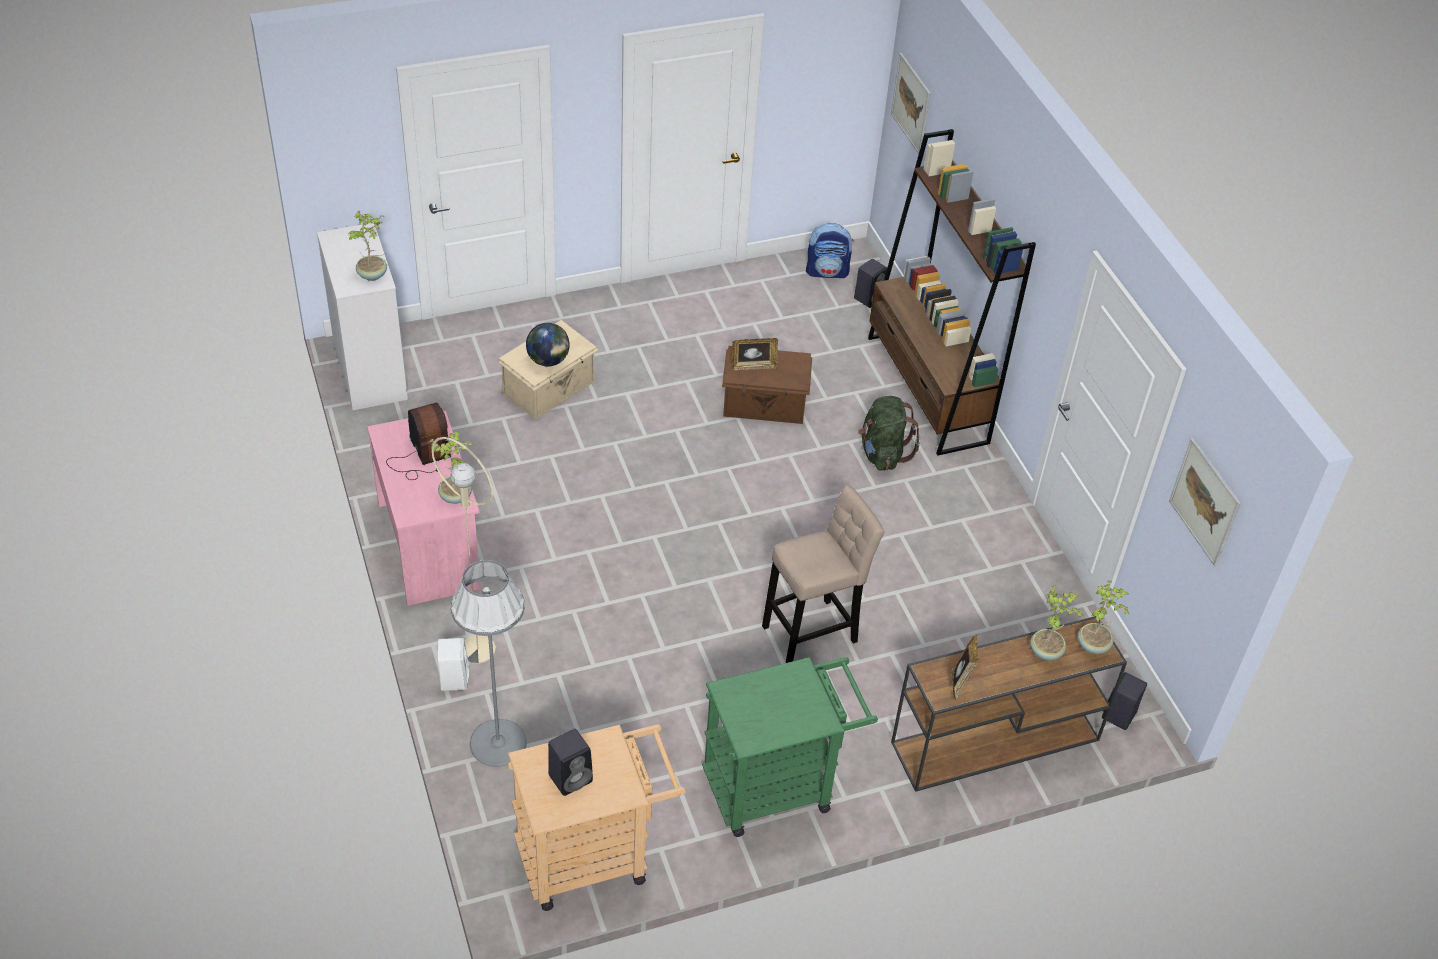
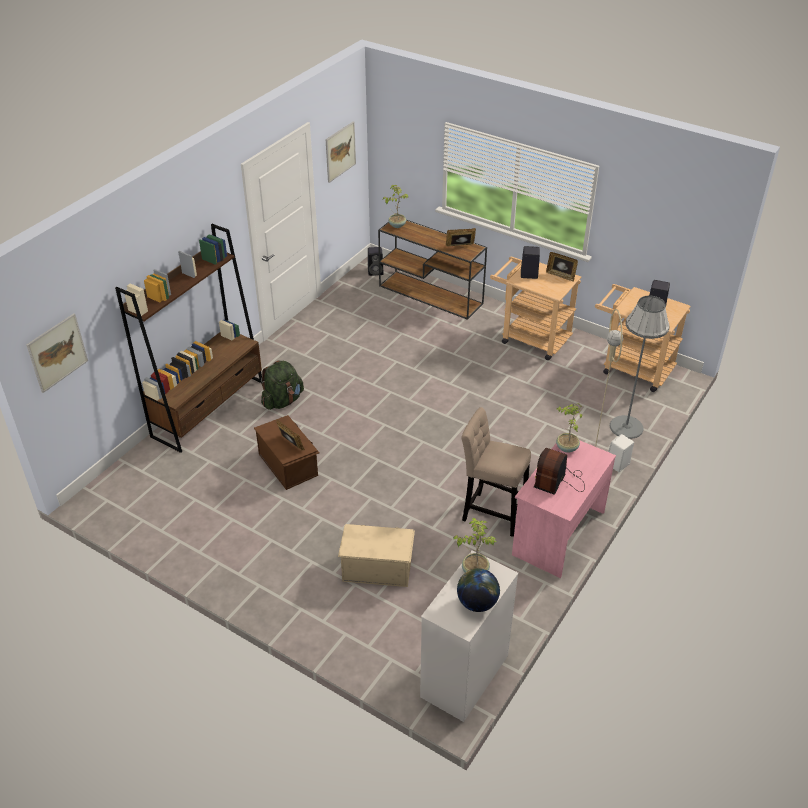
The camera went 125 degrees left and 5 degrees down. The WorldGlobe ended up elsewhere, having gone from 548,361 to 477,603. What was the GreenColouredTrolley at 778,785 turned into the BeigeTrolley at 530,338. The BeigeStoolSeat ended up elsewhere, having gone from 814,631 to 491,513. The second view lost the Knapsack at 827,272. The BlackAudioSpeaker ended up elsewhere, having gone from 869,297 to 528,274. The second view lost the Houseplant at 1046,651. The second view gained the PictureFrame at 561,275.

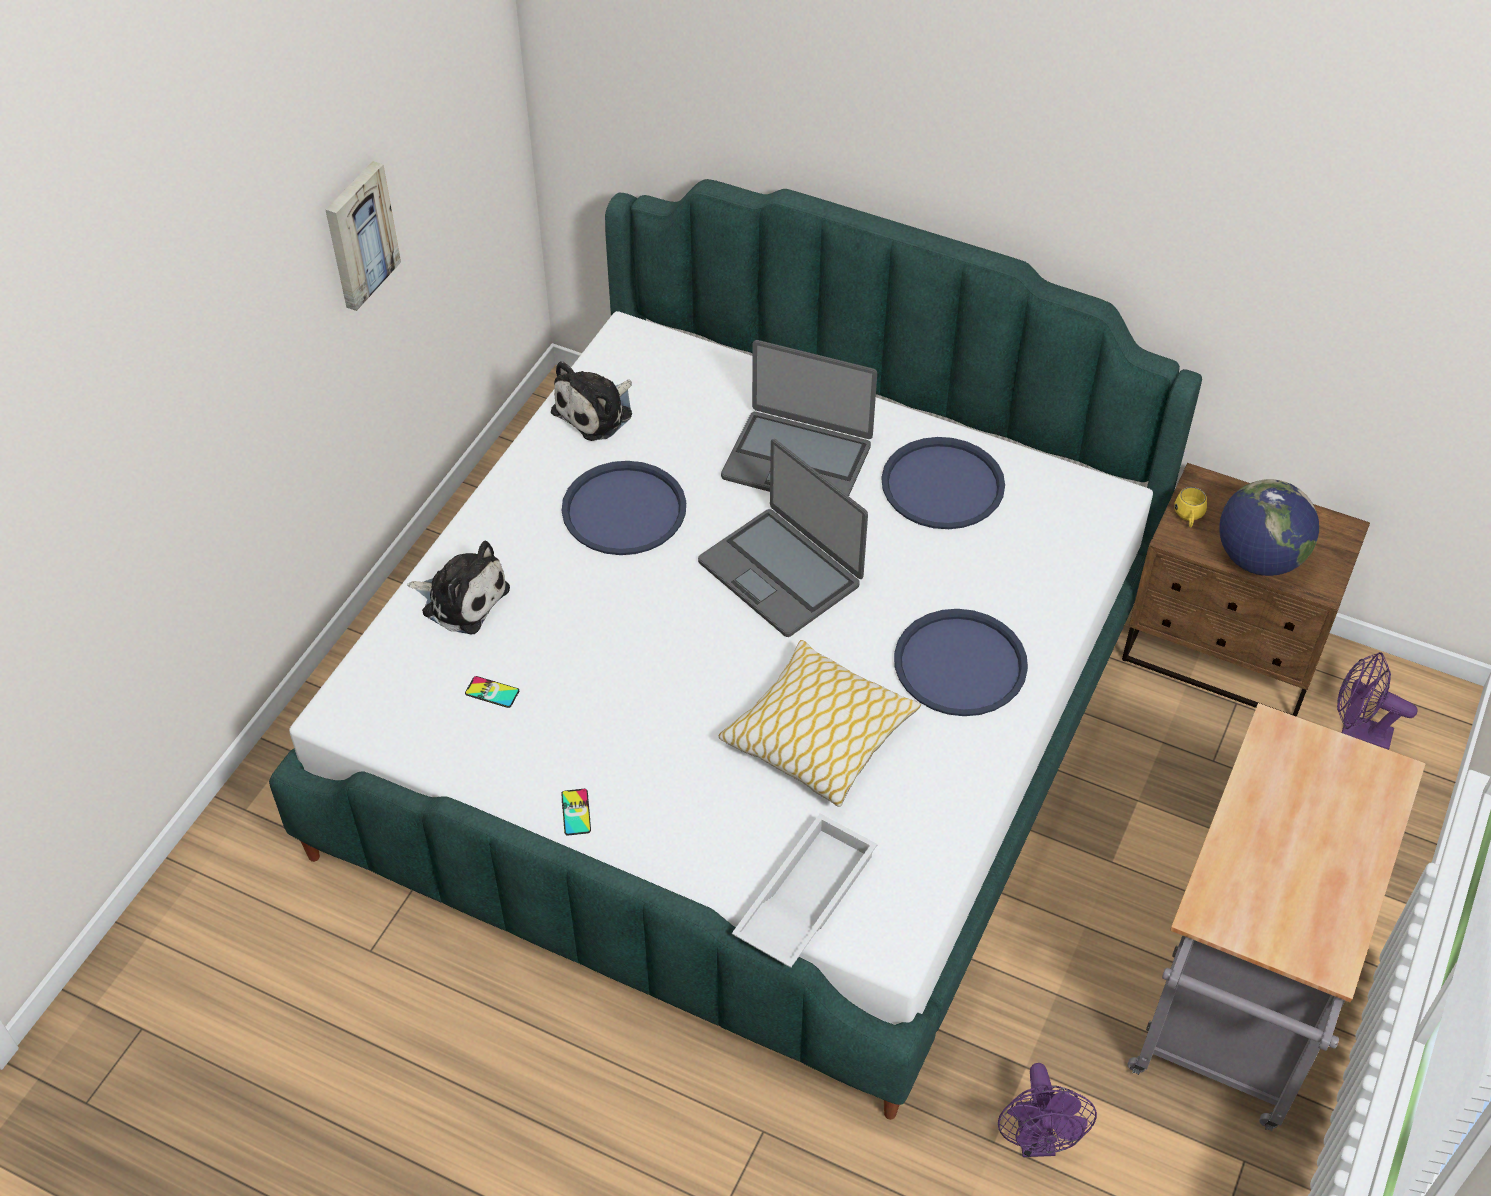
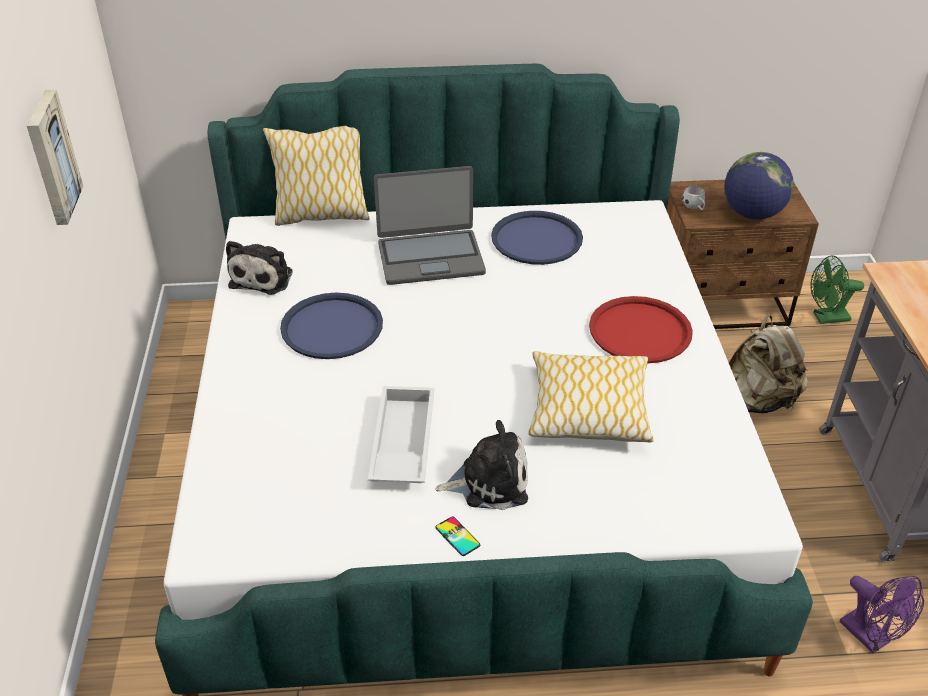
The camera went 30 degrees left and 10 degrees down. The CuddlyToy ended up elsewhere, having gone from 461,599 to 489,481. The second view lost the Phone at 492,692. The second view lost the PortableComputer at 781,572. The WhiteColouredServingTray ended up elsewhere, having gone from 804,897 to 401,443. What was the BluishServingTray at 960,664 turned into the RedColouredServingTray at 640,331. What was the YellowMug at 1188,518 turned into the WhiteColouredMug at 694,208. What was the PurpleColouredElectricFan at 1357,733 turned into the GreenColouredElectricFan at 826,318. The second view gained the Cushion at 321,215. The second view gained the BeigeKnapsack at 756,401.

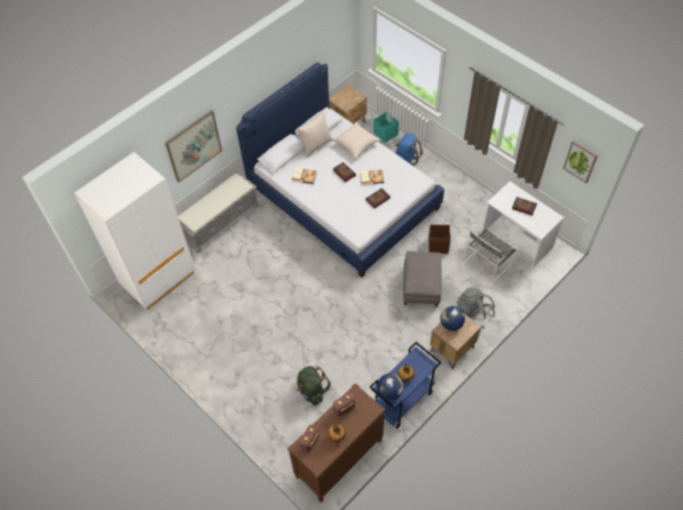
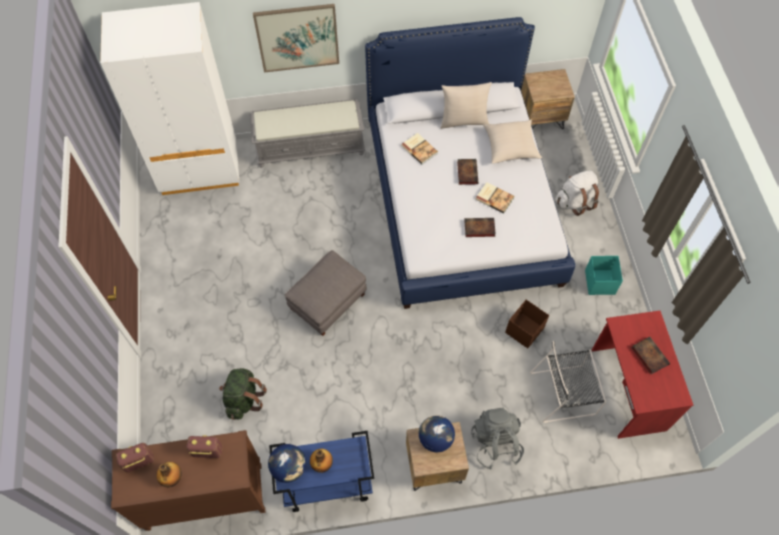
The camera went 35 degrees right and 5 degrees up. The TurquoiseColouredStorageContainer ended up elsewhere, having gone from 385,134 to 599,283. What was the BluishKnapsack at 406,158 turned into the WhiteColouredKnapsack at 575,201. The GrayPouffe ended up elsewhere, having gone from 421,286 to 327,302. What was the WhiteColouredDesk at 516,240 turned into the RedColouredDesk at 627,389. The second view lost the WallArt at 580,161.

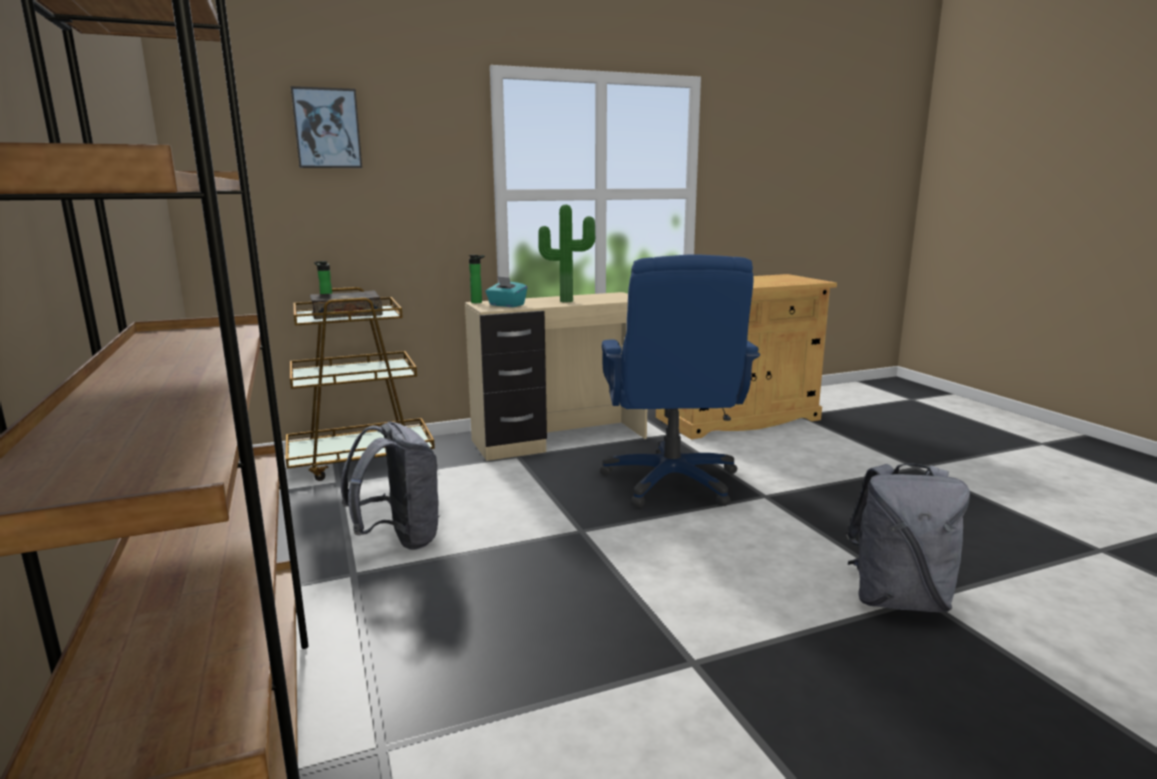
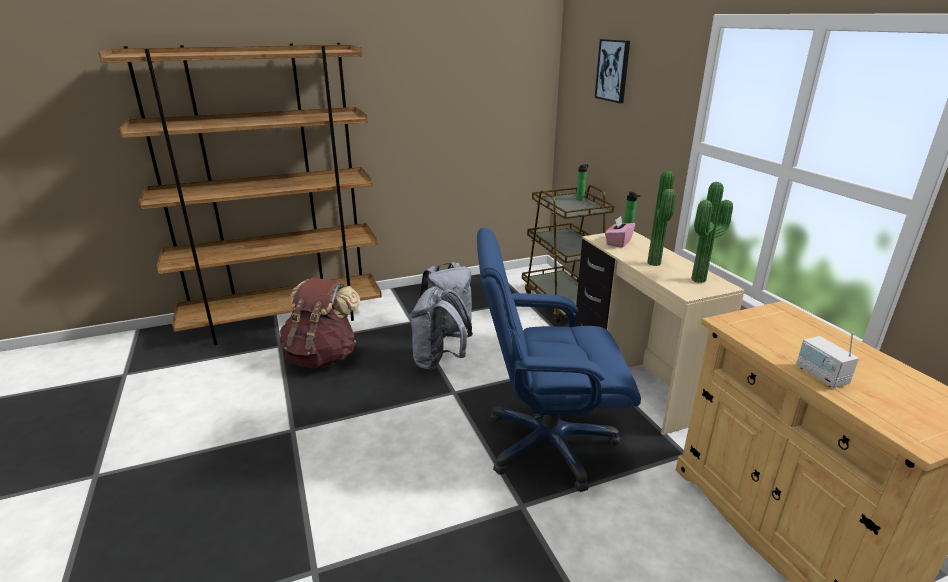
The camera went 90 degrees right and 10 degrees up. The second view lost the BoundBook at 346,314. What was the TurquoiseColouredTissueHolder at 506,305 turned into the PinkTissueHolder at 618,242. The GrayKnapsack ended up elsewhere, having gone from 898,599 to 439,361. The second view gained the BrownColouredKnapsack at 322,357. The second view gained the Houseplant at 701,280. The second view gained the RadioSet at 821,376.

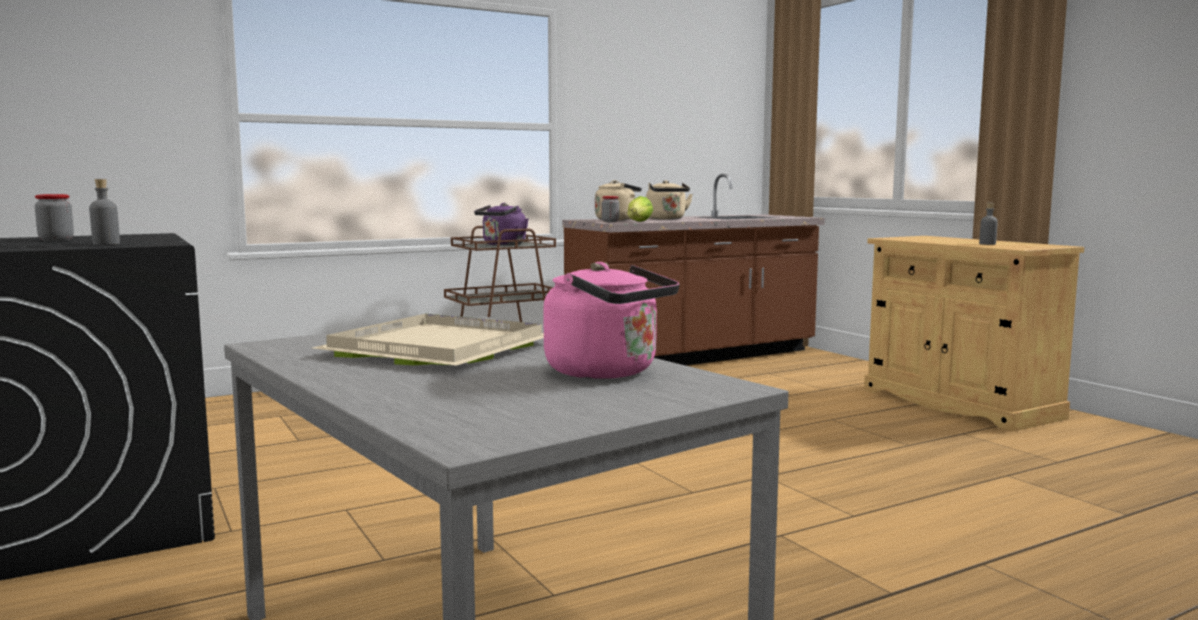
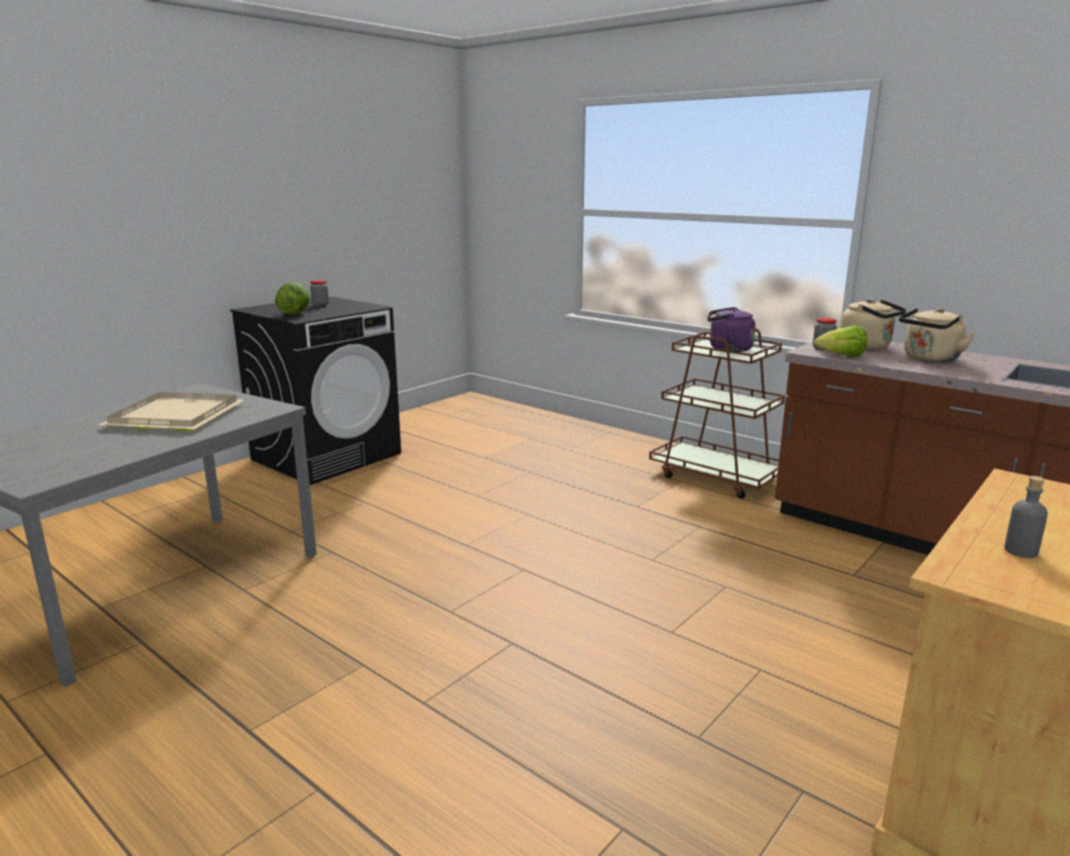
The camera went 70 degrees right and 10 degrees up. Where the GrayDrinkBottle stood at 106,244, the LettuceHead came to stand at 294,314. The second view lost the PinkTeaKettle at 608,372.

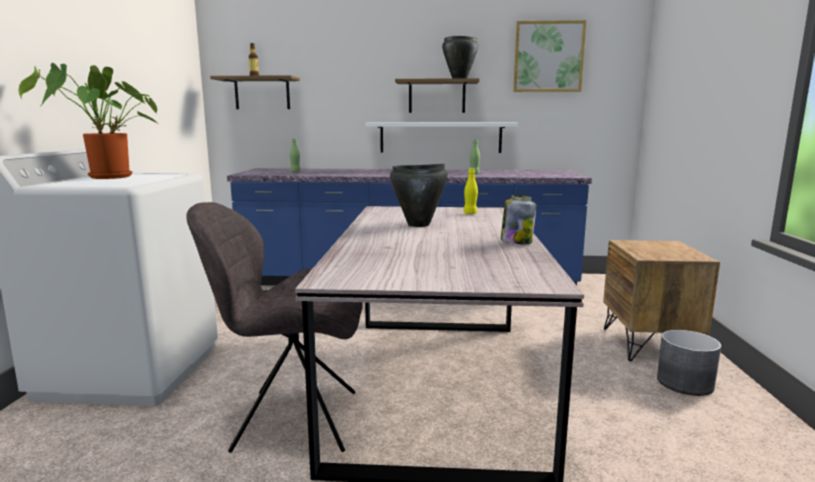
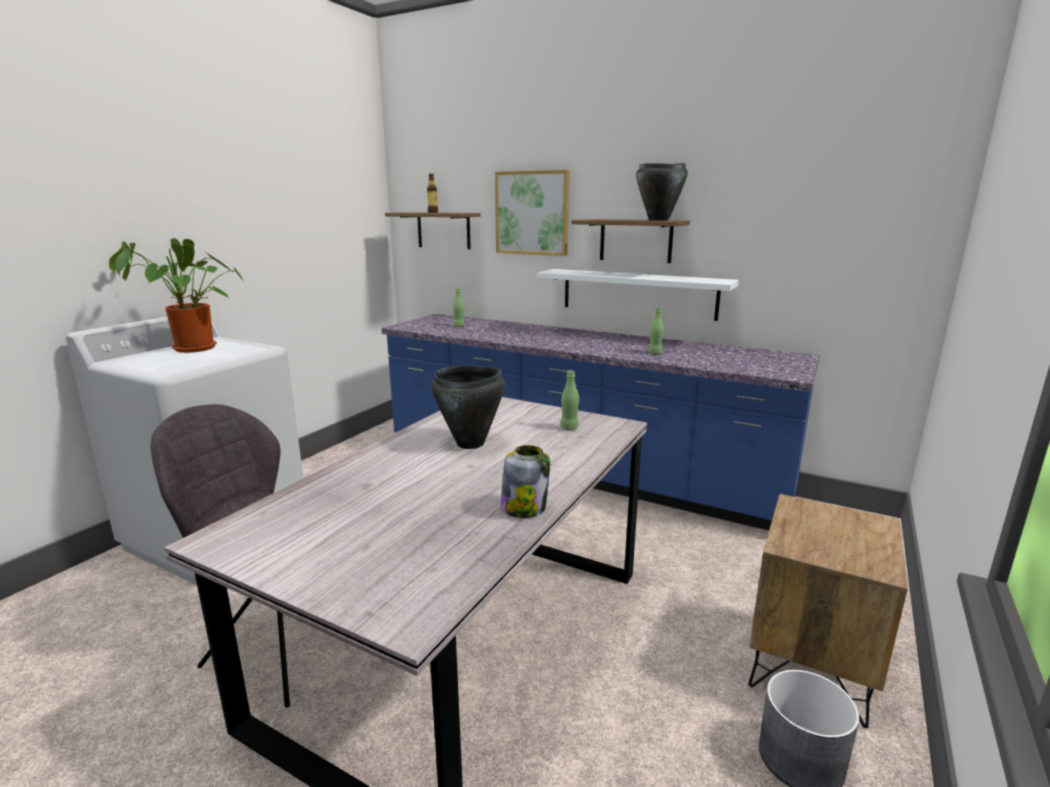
The camera went 25 degrees right and 5 degrees up. What was the YellowDrinkBottle at 470,213 turned into the GreenColouredDrinkBottle at 569,428. The WallArt ended up elsewhere, having gone from 548,57 to 532,213.

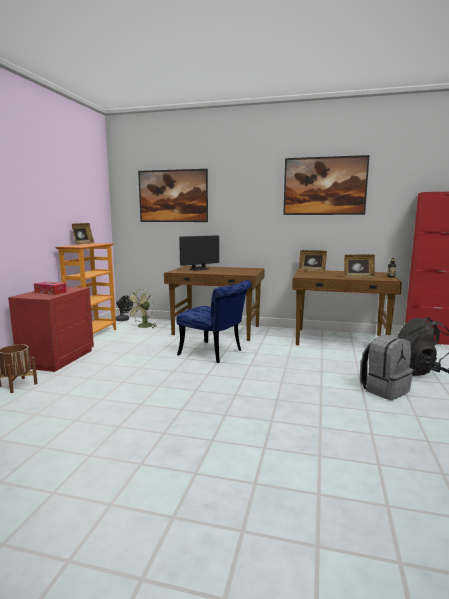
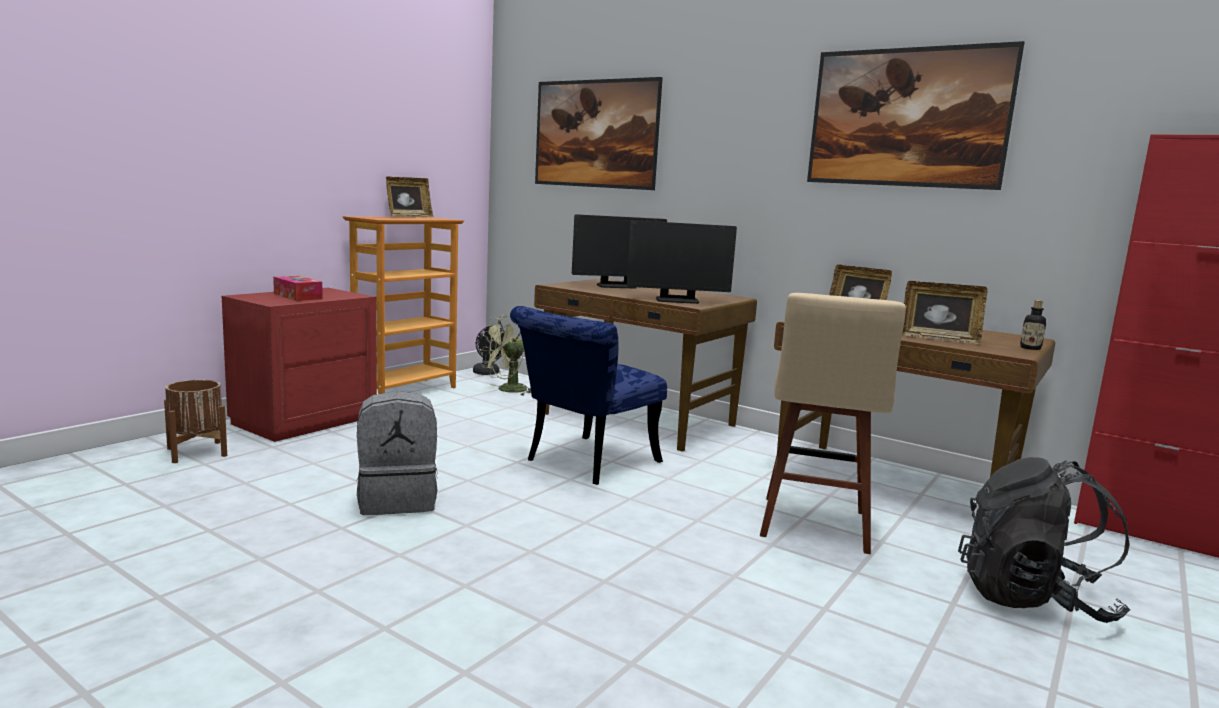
The camera went 20 degrees right and 0 degrees up. The BluishChair at 215,353 ended up facing another way, 75 degrees clockwise from before. The GrayKnapsack ended up elsewhere, having gone from 384,390 to 398,500. The second view gained the ComputerScreen at 677,300. The second view gained the BeigeStoolSeat at 814,527.

